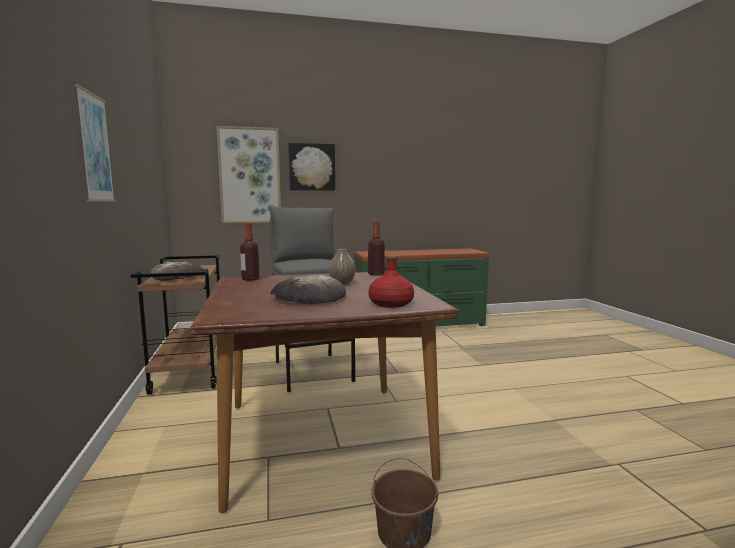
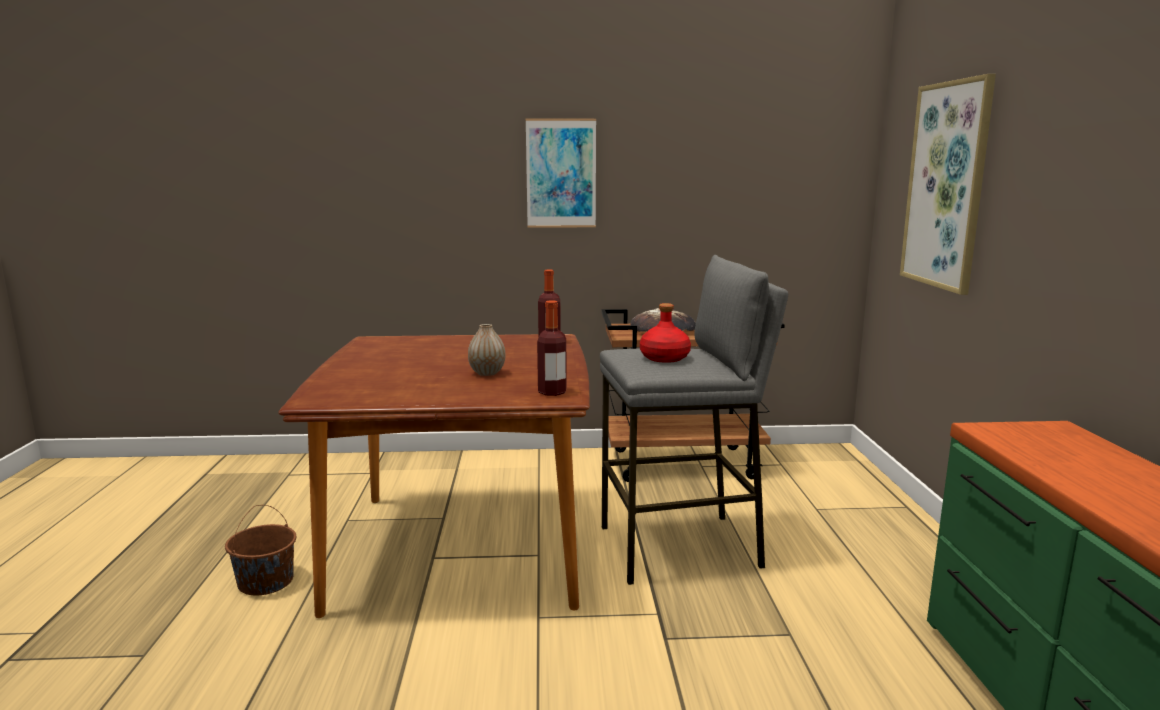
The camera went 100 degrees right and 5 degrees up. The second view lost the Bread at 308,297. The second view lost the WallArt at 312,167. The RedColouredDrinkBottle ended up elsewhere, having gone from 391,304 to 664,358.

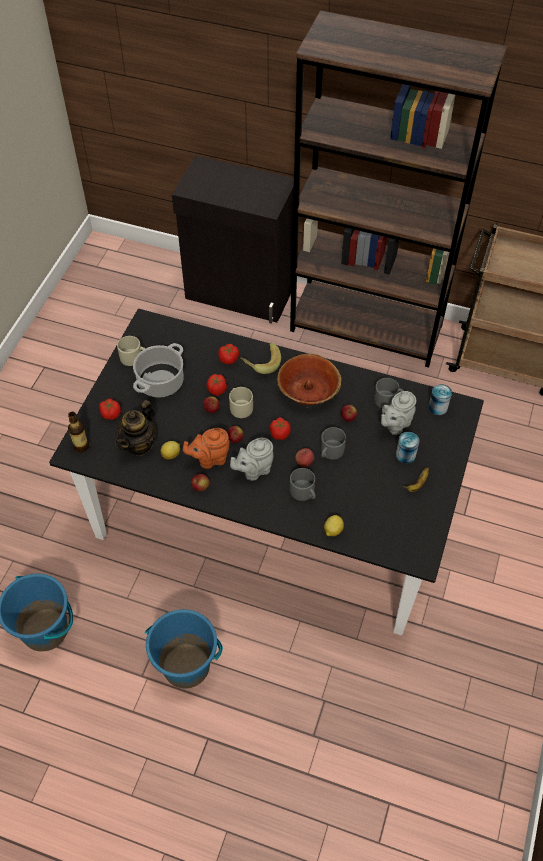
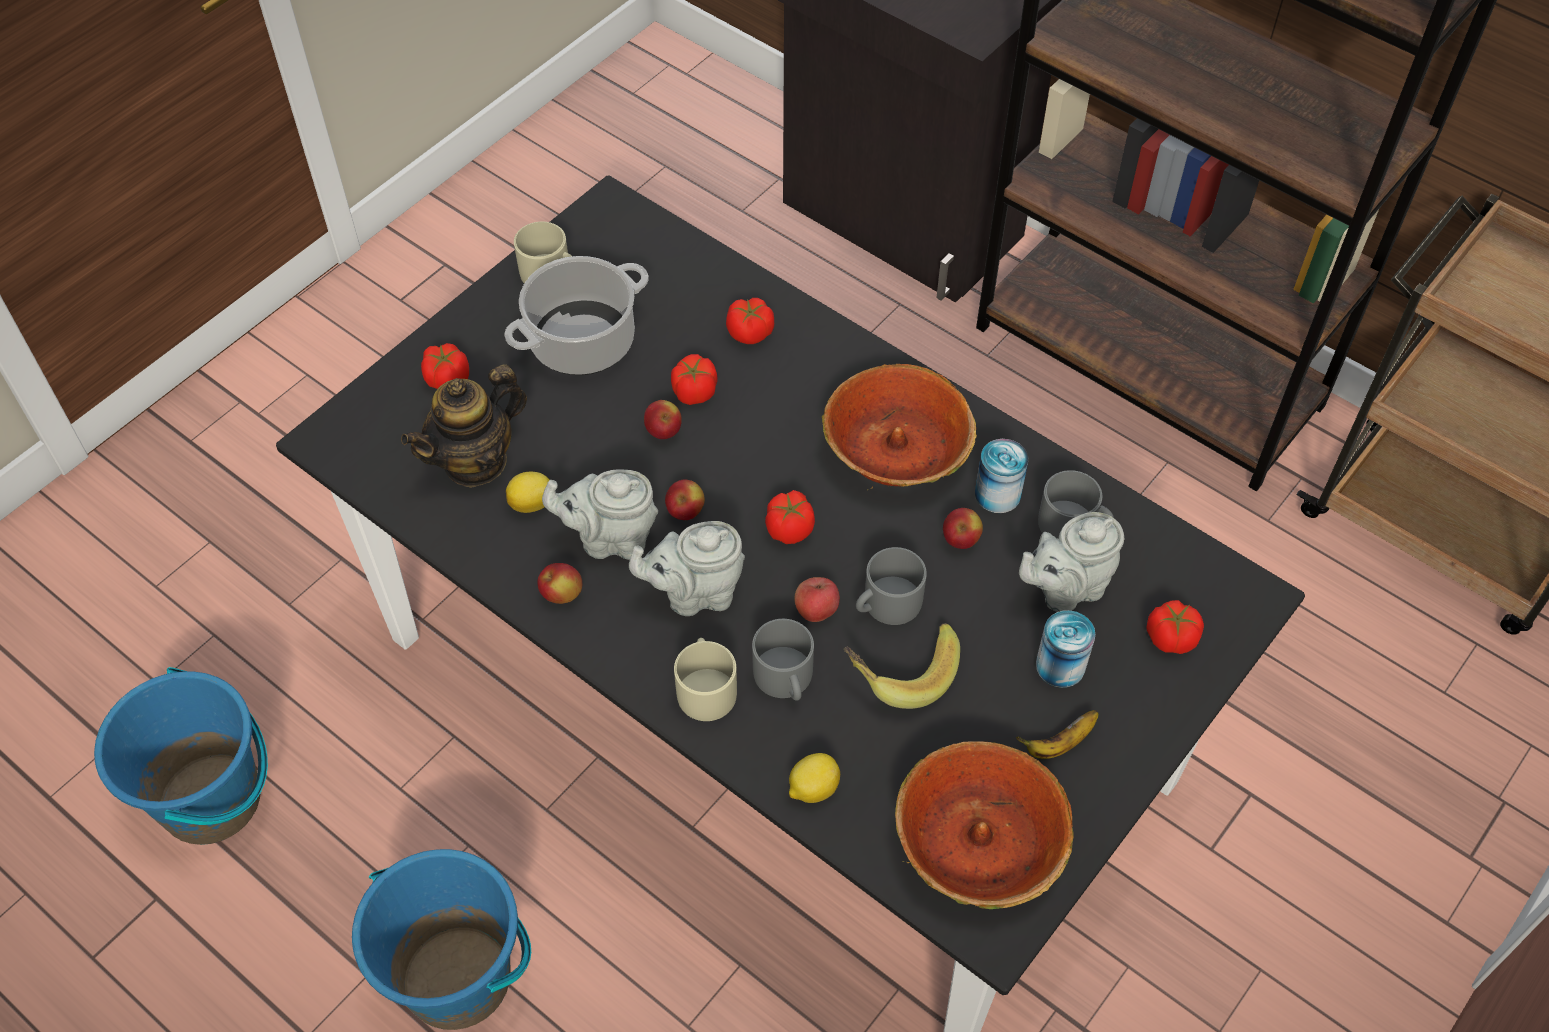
The camera went 20 degrees right and 0 degrees up. The second view lost the DrinkBottle at 81,446. What was the OrangeColouredPotForTea at 210,459 turned into the GrayPotForTea at 611,539. The BeigeMug ended up elsewhere, having gone from 240,406 to 706,687. The BananaFruit ended up elsewhere, having gone from 260,363 to 900,671. The Can ended up elsewhere, having gone from 438,407 to 997,494. The second view gained the Bowl at 978,843. The second view gained the FreshTomato at 1170,637.

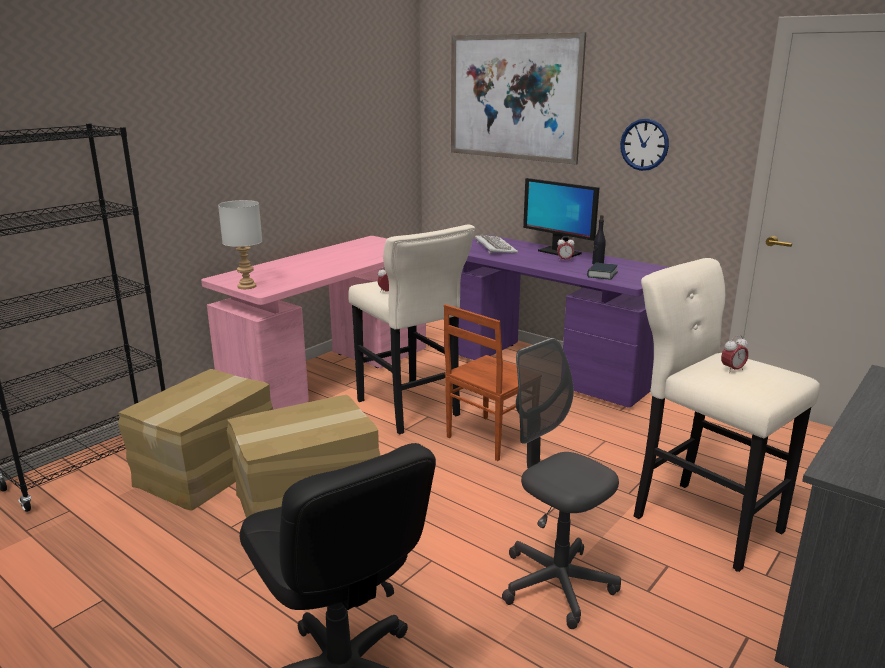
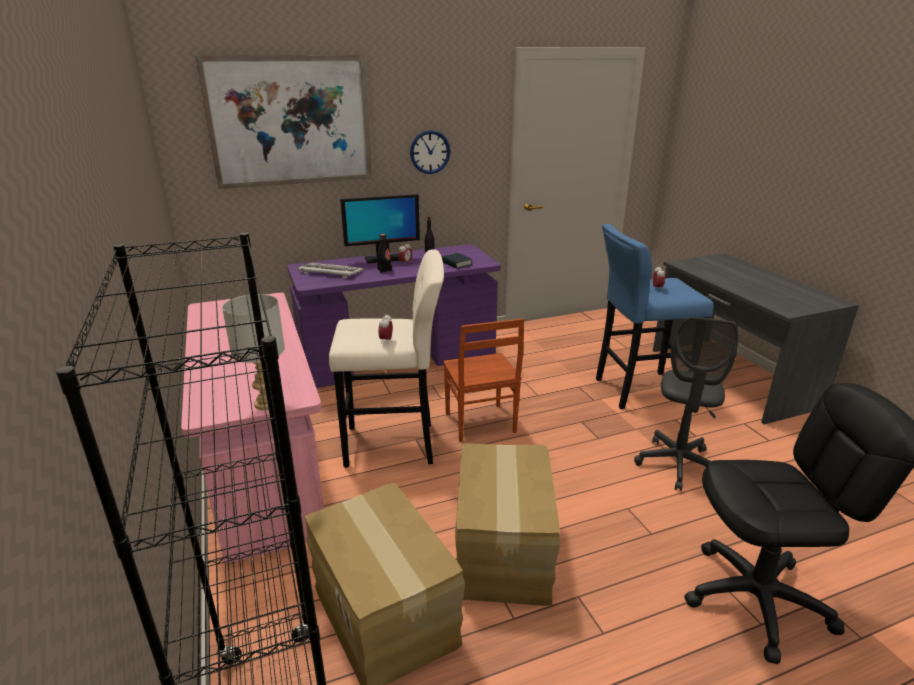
The camera went 60 degrees left and 5 degrees up. The GrayDeskChair at 556,584 ended up facing another way, 60 degrees counterclockwise from before. What was the BeigeStoolSeat at 701,520 turned into the BluishStoolSeat at 636,390. The second view gained the BlackDrinkBottle at 384,270.

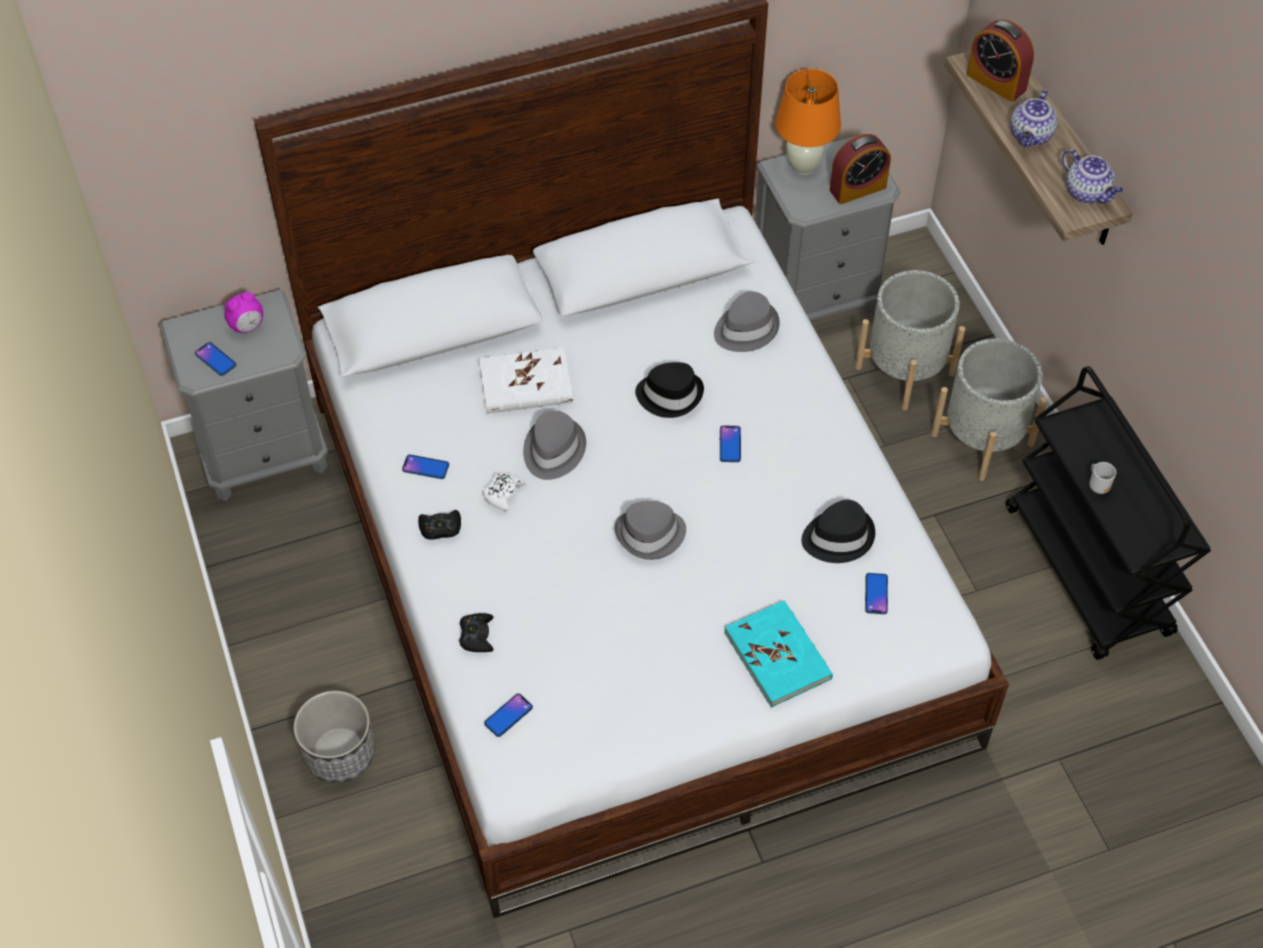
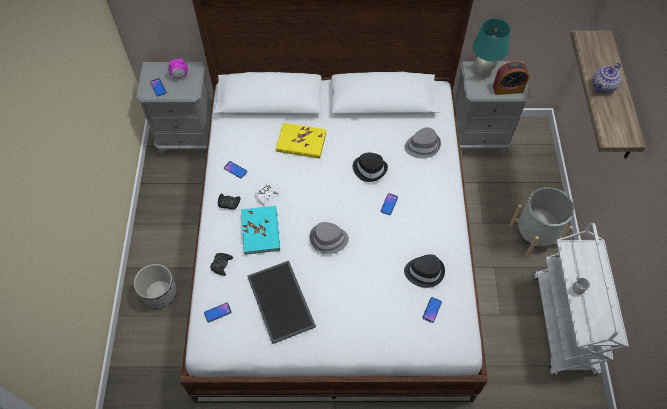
The camera went 20 degrees right and 5 degrees up. What was the WhiteColouredBoundBook at 526,384 turned into the YellowBoundBook at 301,142. The second view lost the GrayClothingHat at 552,450. The TurquoiseColouredBoundBook ended up elsewhere, having gone from 778,656 to 261,231. What was the OrangeColouredTableLamp at 803,167 turned into the TurquoiseColouredTableLamp at 484,70. The second view lost the GrayPlanter at 905,371. The second view lost the BedsideClock at 996,82. What was the BlackTrolley at 1088,572 turned into the WhiteColouredTrolley at 564,324. The second view lost the PotForTea at 1088,193. The second view gained the ServingTray at 282,301.

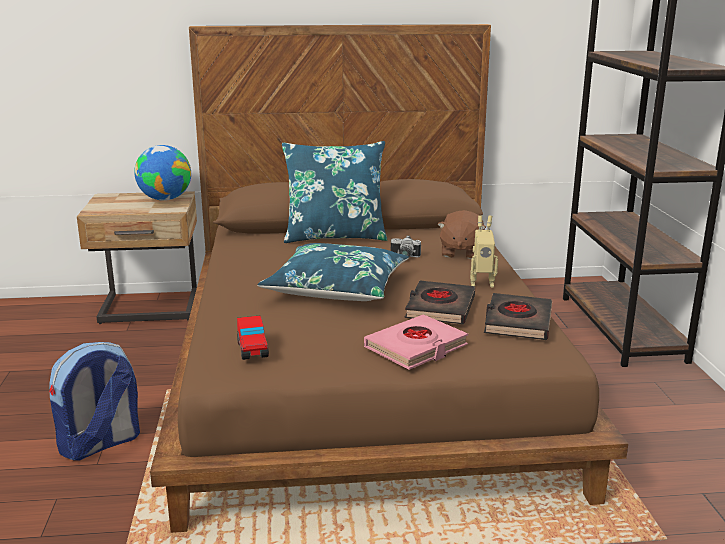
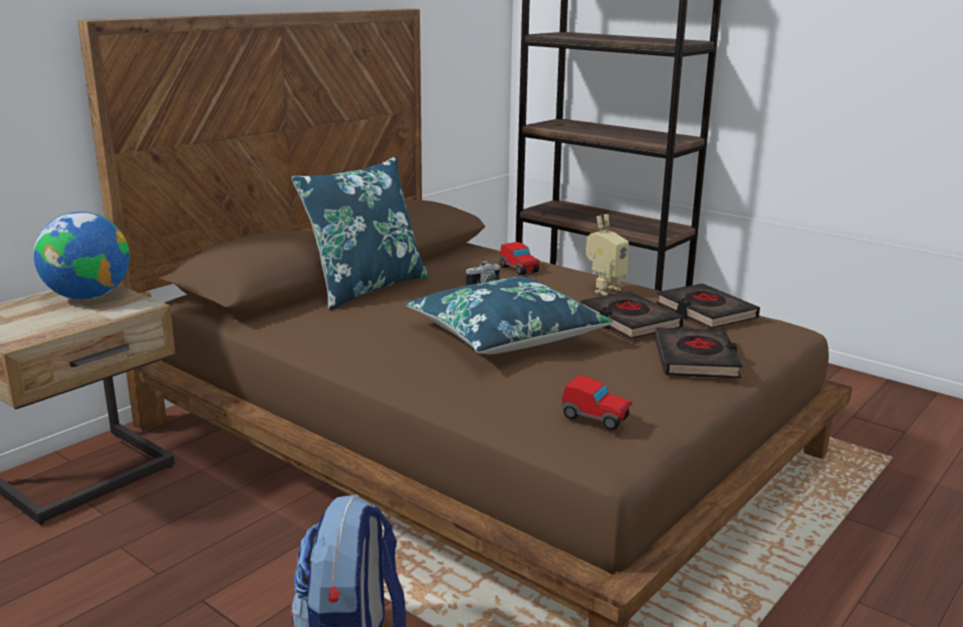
The camera went 45 degrees left and 0 degrees up. What was the PinkBoundBook at 416,348 turned into the BlackBoundBook at 696,360. Where the BrownColouredCuddlyToy stood at 461,252, the MiniatureCar came to stand at 519,269.

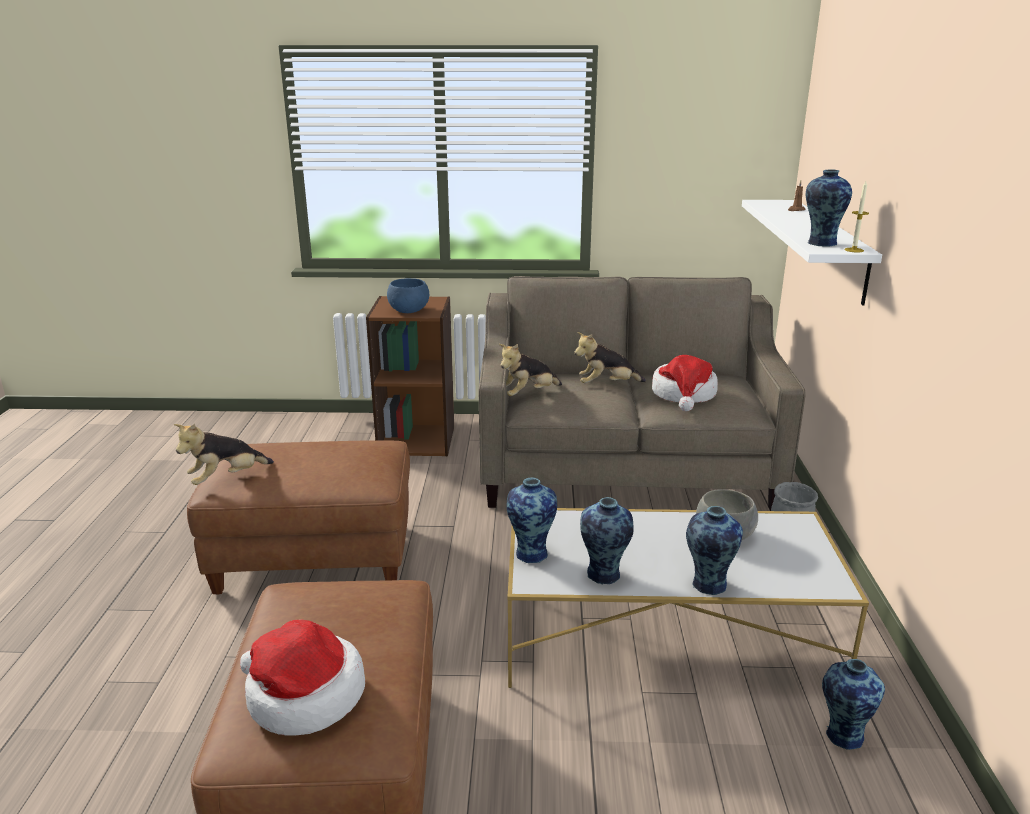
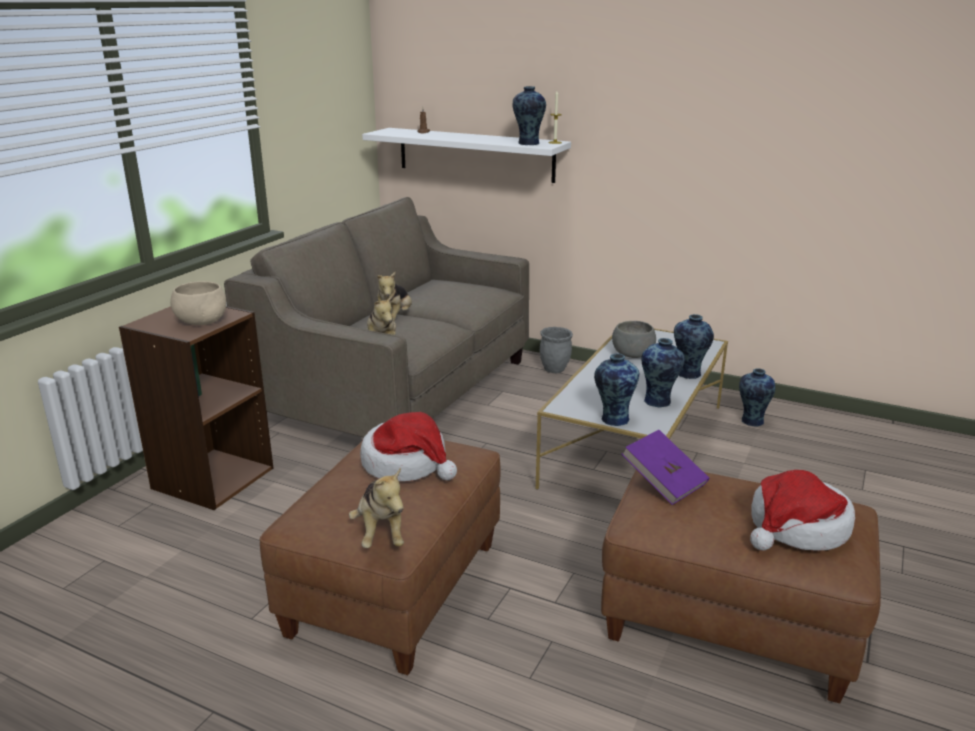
The camera went 65 degrees left and 0 degrees up. What was the BluishBowl at 408,310 turned into the BeigeBowl at 201,321. The ClothingHat ended up elsewhere, having gone from 684,395 to 406,464. The second view gained the PurpleColouredBoundBook at 664,482.

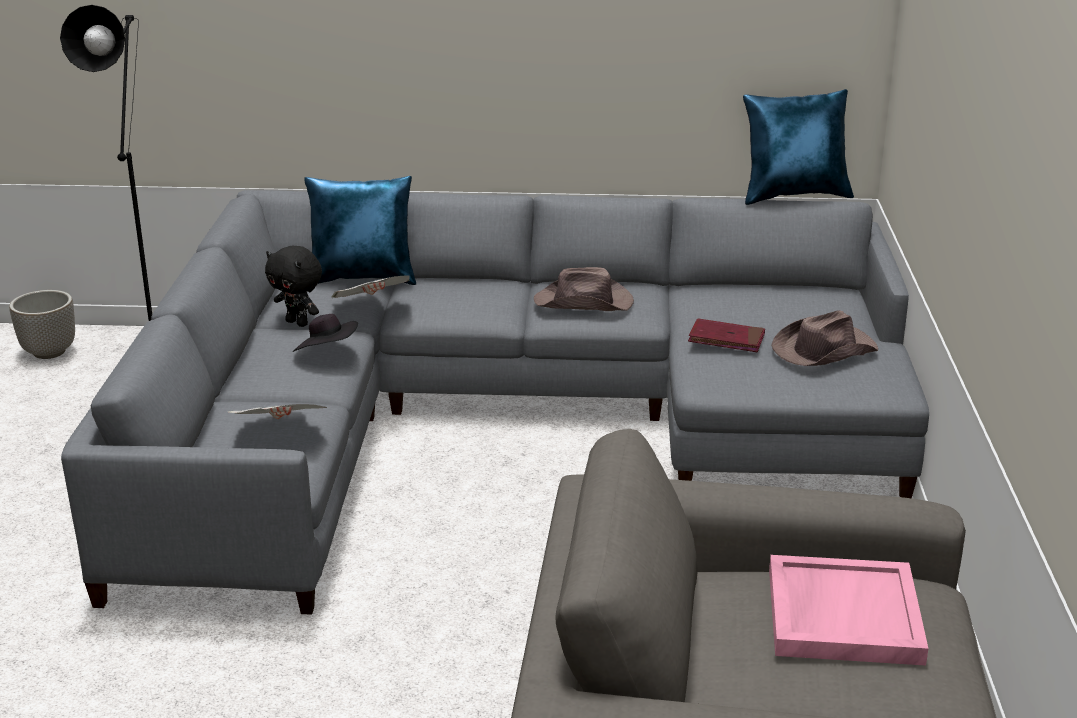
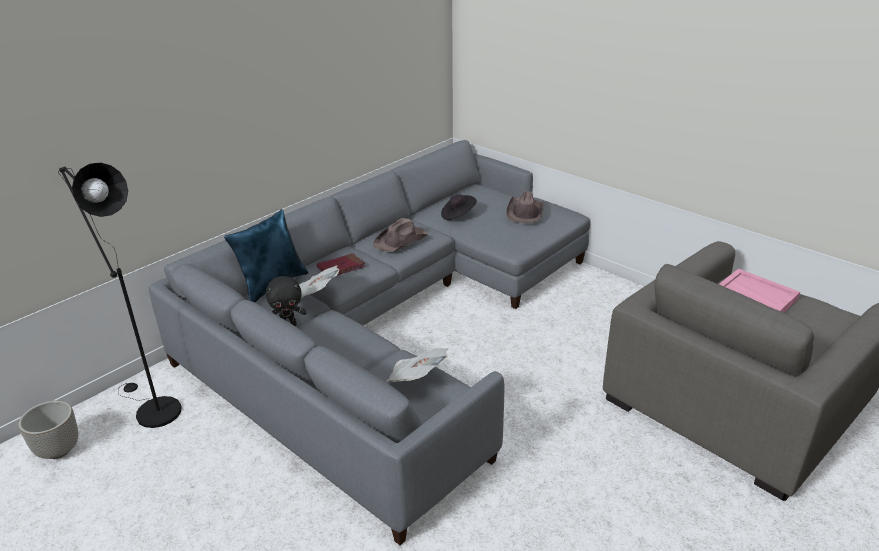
The camera went 50 degrees left and 5 degrees up. The BlackClothingHat ended up elsewhere, having gone from 327,353 to 458,215. The RedColouredBoundBook ended up elsewhere, having gone from 726,339 to 341,267. The second view lost the BluishCushion at 794,195.

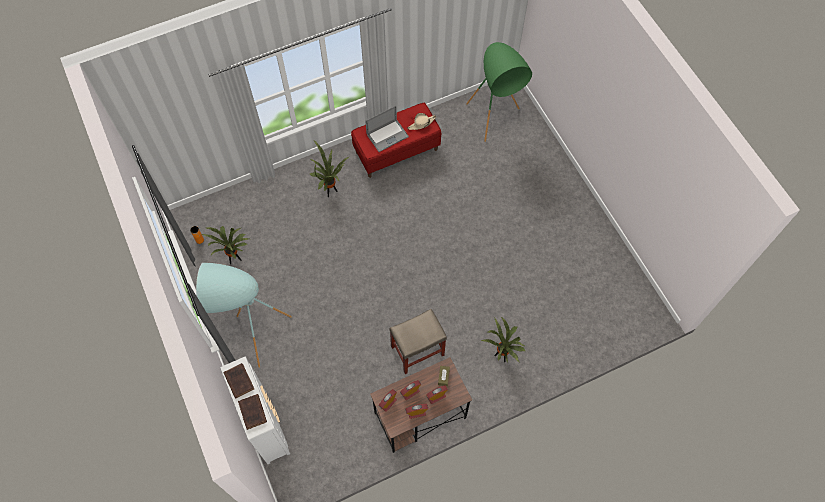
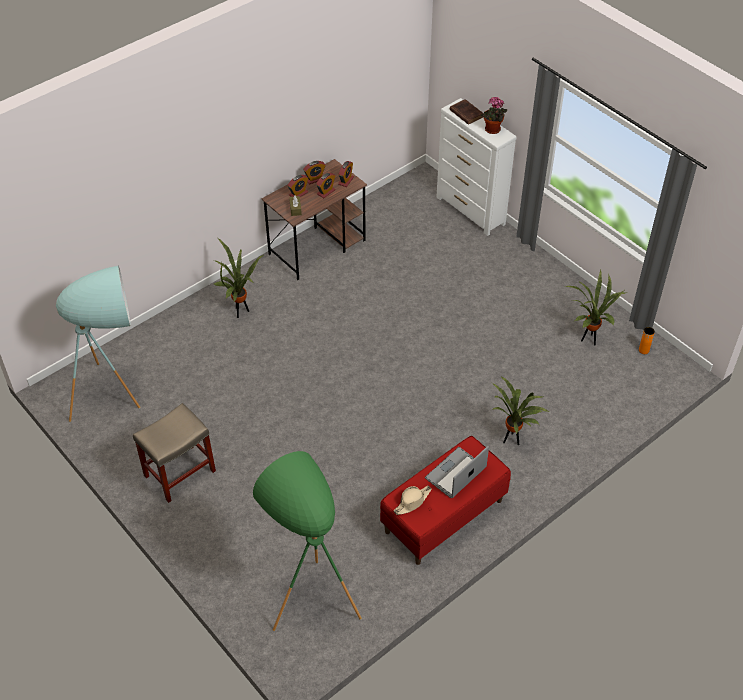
The camera went 165 degrees right and 15 degrees down. The TurquoiseColouredFloorLamp ended up elsewhere, having gone from 250,332 to 117,395. Where the BrownColouredBoundBook stood at 238,380, the Houseplant came to stand at 492,130. The BeigeStoolSeat ended up elsewhere, having gone from 418,350 to 179,474.

